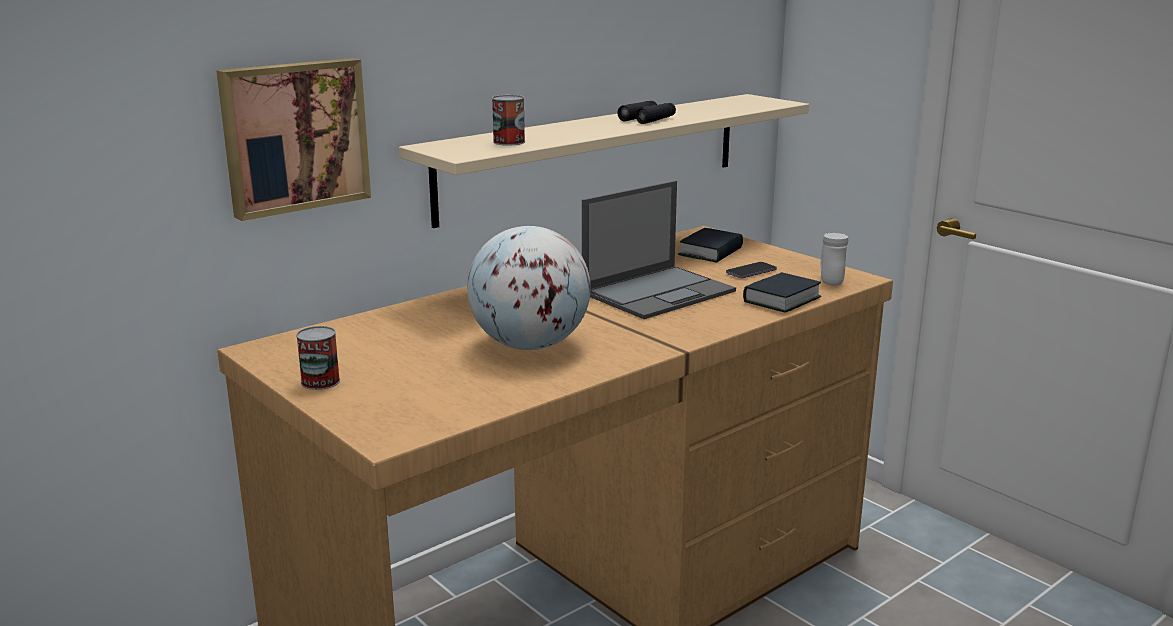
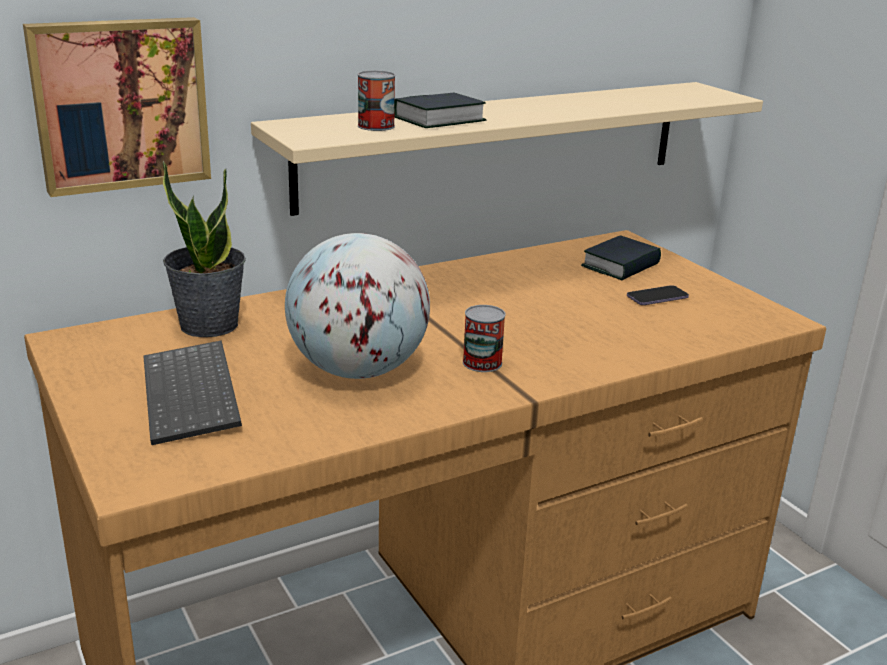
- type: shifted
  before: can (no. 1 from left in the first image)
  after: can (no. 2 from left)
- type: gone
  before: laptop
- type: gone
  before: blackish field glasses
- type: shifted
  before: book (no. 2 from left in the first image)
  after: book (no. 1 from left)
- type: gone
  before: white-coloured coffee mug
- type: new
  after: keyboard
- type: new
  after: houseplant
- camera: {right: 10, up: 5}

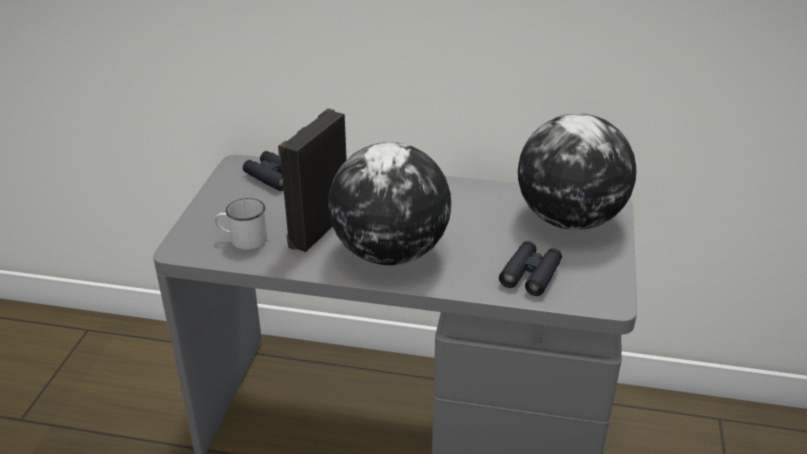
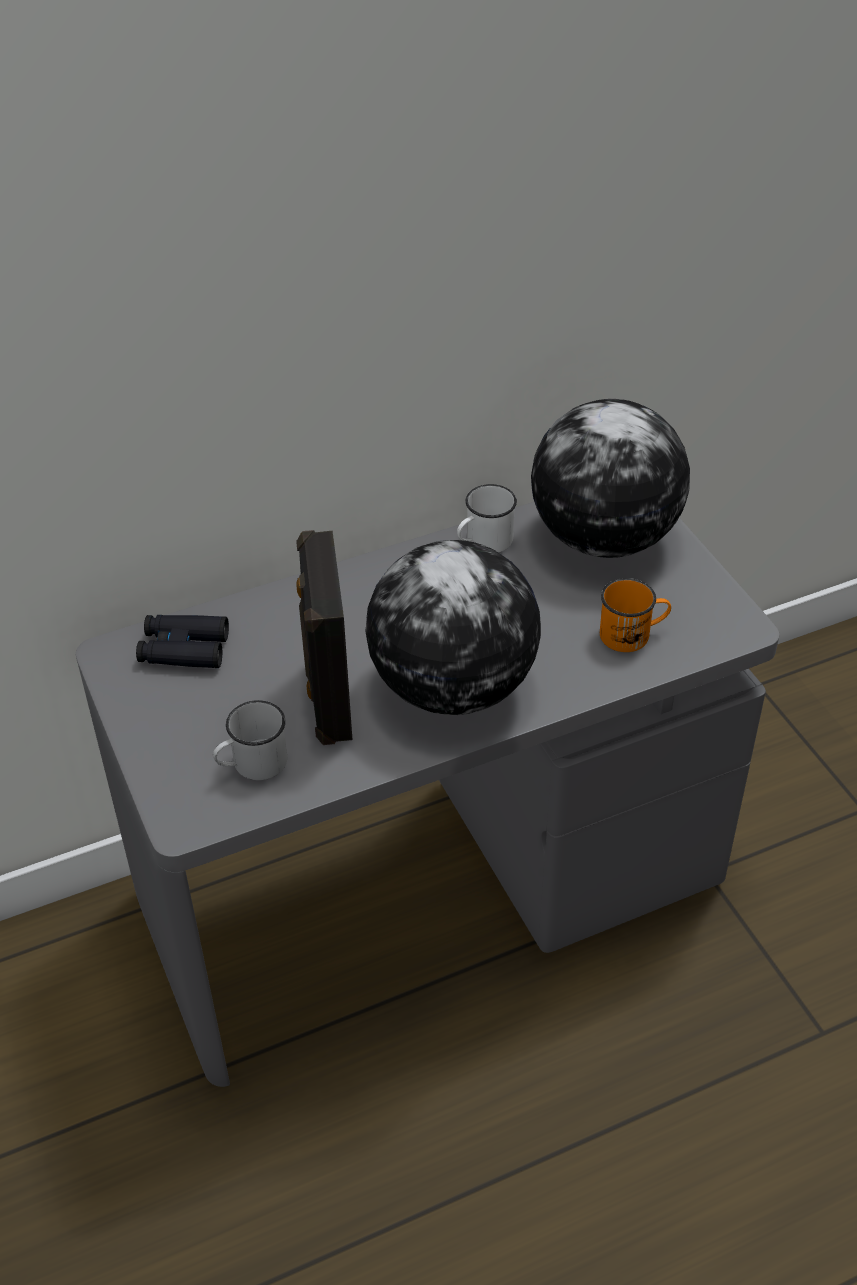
- type: swapped
  before: blackish field glasses (no. 2 from left)
  after: orange-coloured coffee mug
- type: new
  after: white-coloured coffee mug (no. 2 from left)
- camera: {right: -35, up: 10}

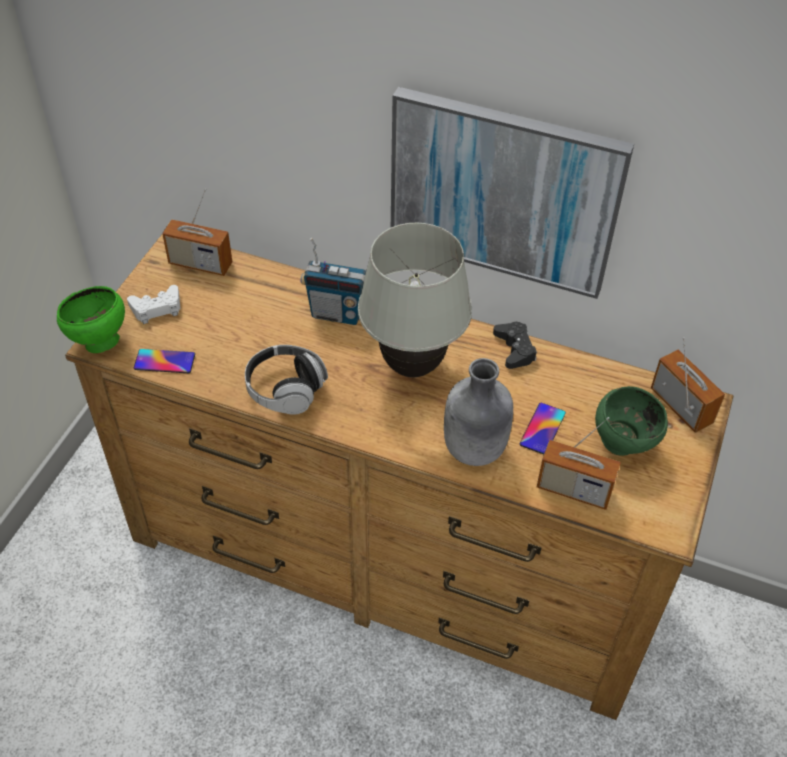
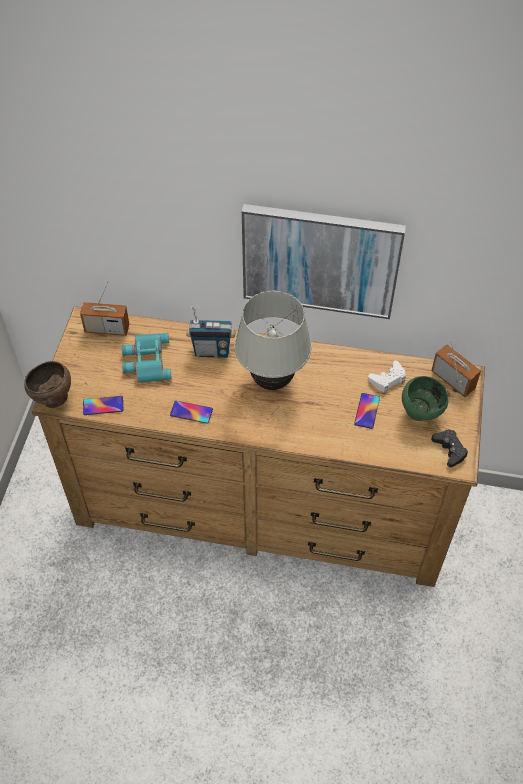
- type: repainted
  before: green-coloured deep dish (no. 1 from left)
  after: brown-coloured deep dish
- type: shifted
  before: white-coloured joypad
- type: swapped
  before: headphones
  after: phone (no. 2 from left)
- type: gone
  before: greyish bottle
- type: shifted
  before: blackish joypad
- type: gone
  before: radio receiver (no. 3 from left)
- type: new
  after: blue-green field glasses
- camera: {right: -10, up: 5}

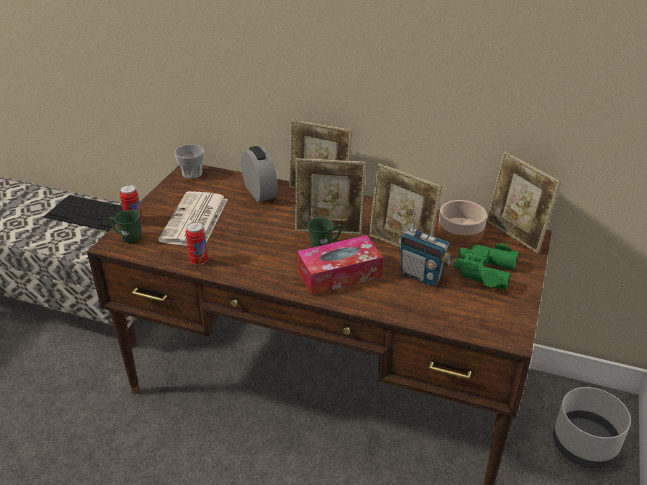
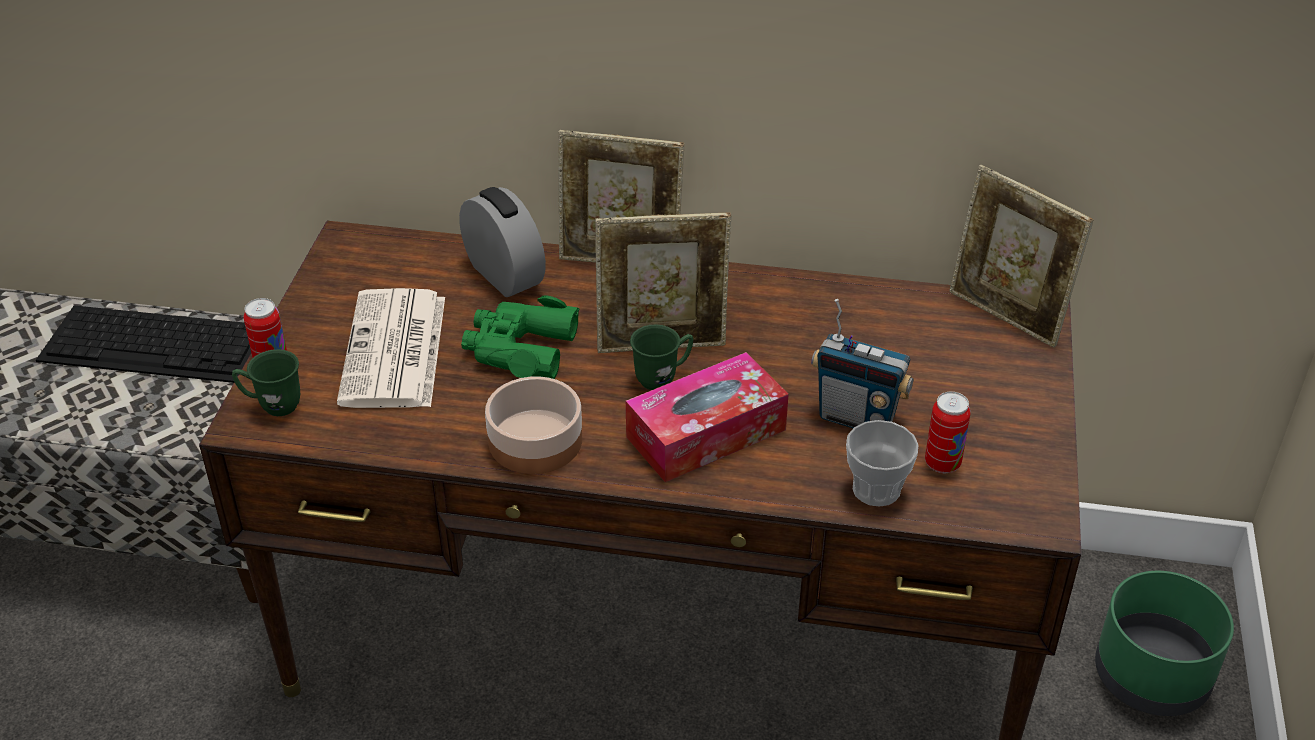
- type: shifted
  before: small cup
- type: shifted
  before: can (no. 2 from left)
- type: gone
  before: standing frame (no. 3 from left)
- type: shifted
  before: deep dish
- type: shifted
  before: green-coloured field glasses
- type: repainted
  before: greyish plant pot
  after: green-coloured plant pot
- camera: {right: -10, up: 5}

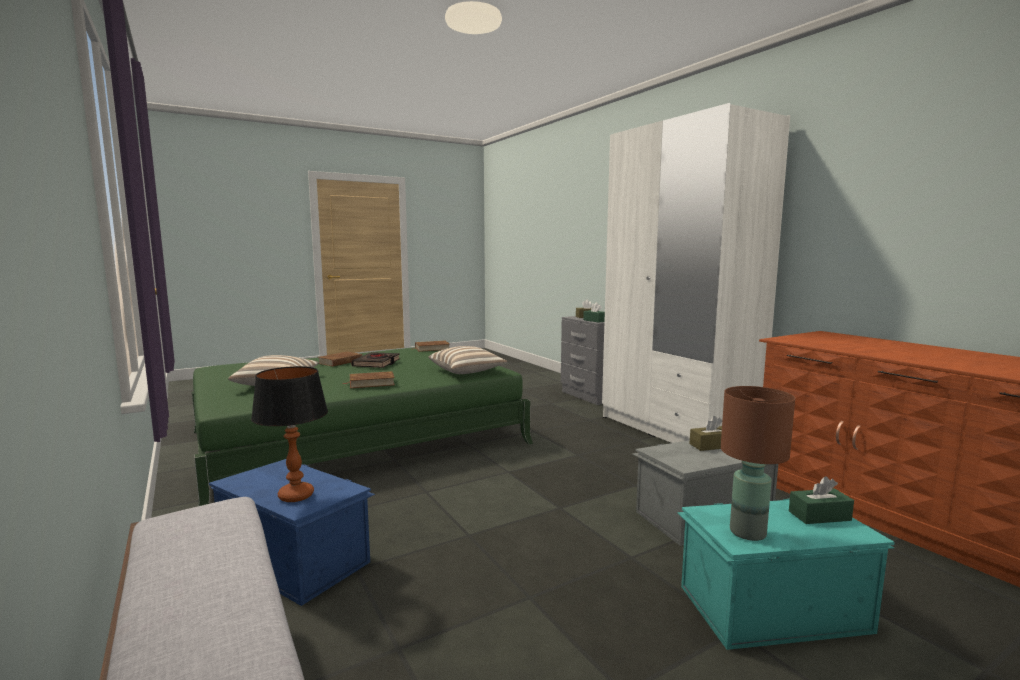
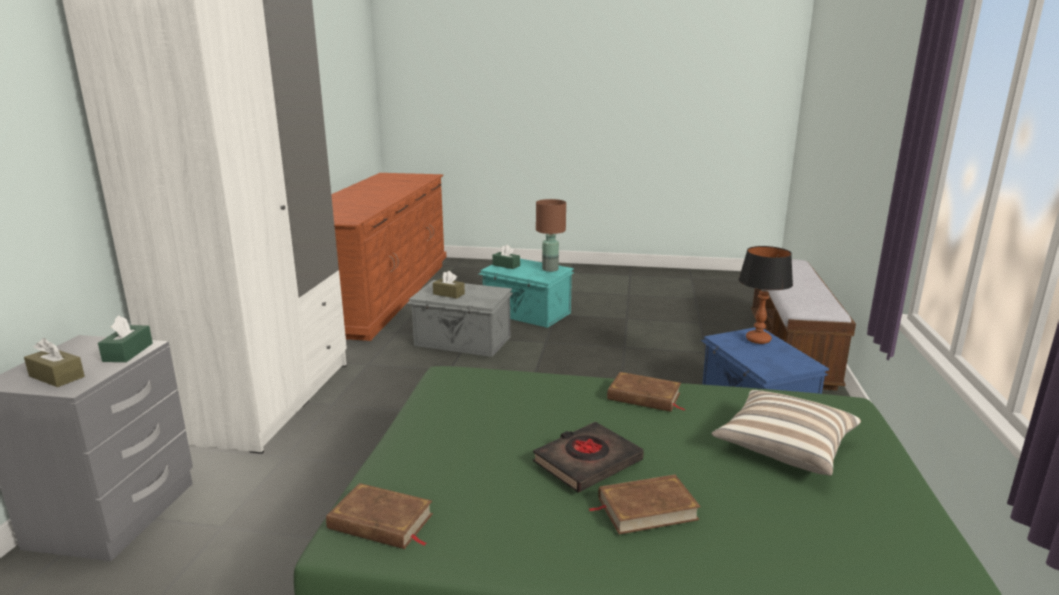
- type: gone
  before: pillow (no. 2 from left)
- camera: {right: -140, up: 10}

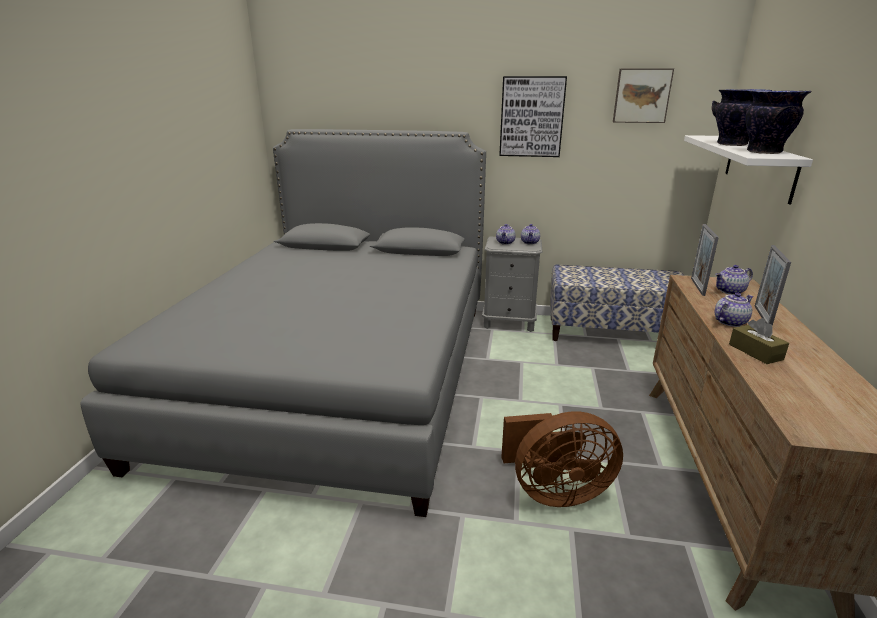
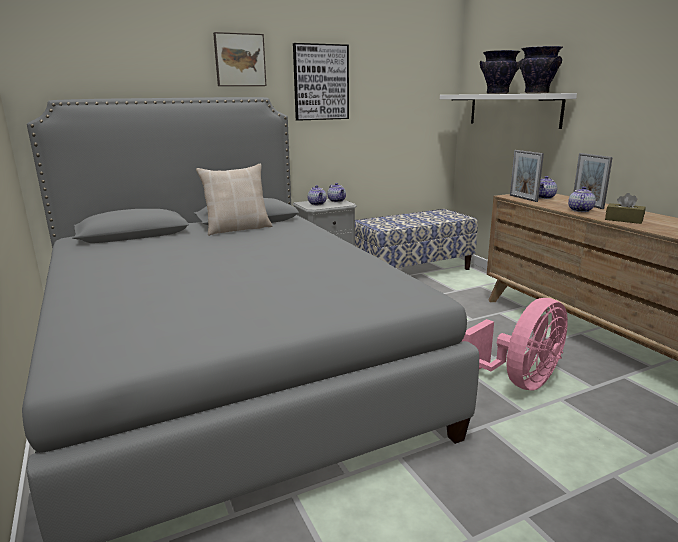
- type: repainted
  before: brown-coloured electric fan
  after: pinkish electric fan
- type: shifted
  before: wall picture (no. 2 from left in the first image)
  after: wall picture (no. 1 from left)
- type: new
  after: sand-coloured pillow
- camera: {right: -35, up: -5}

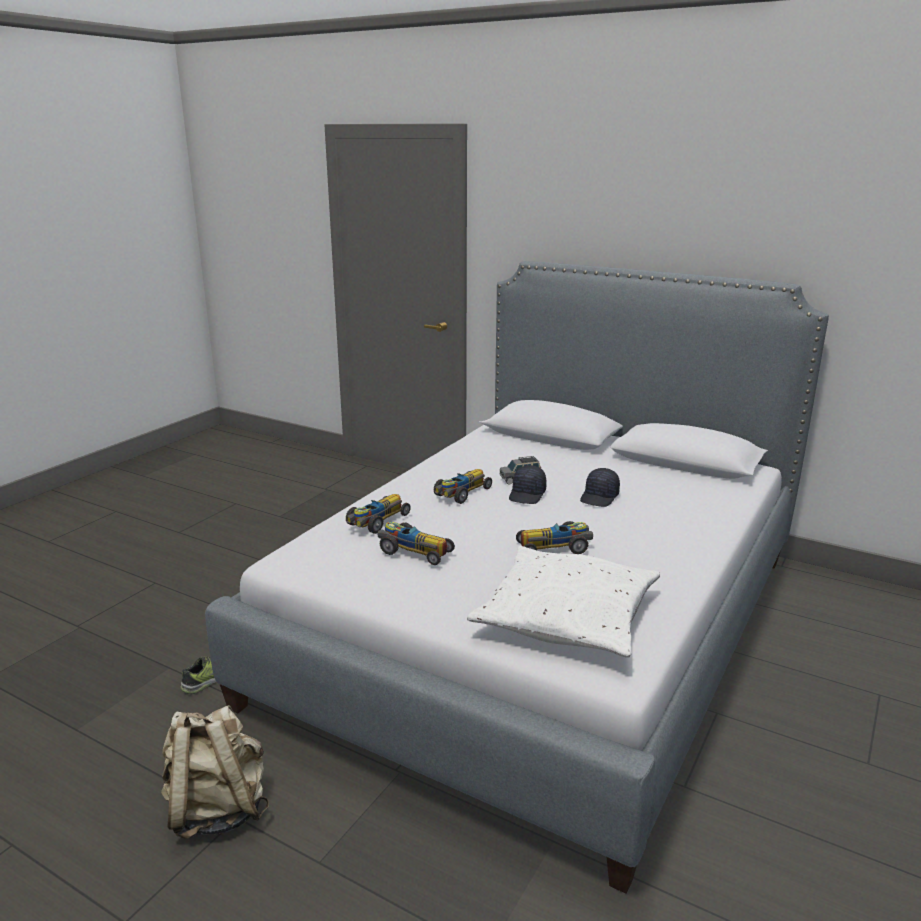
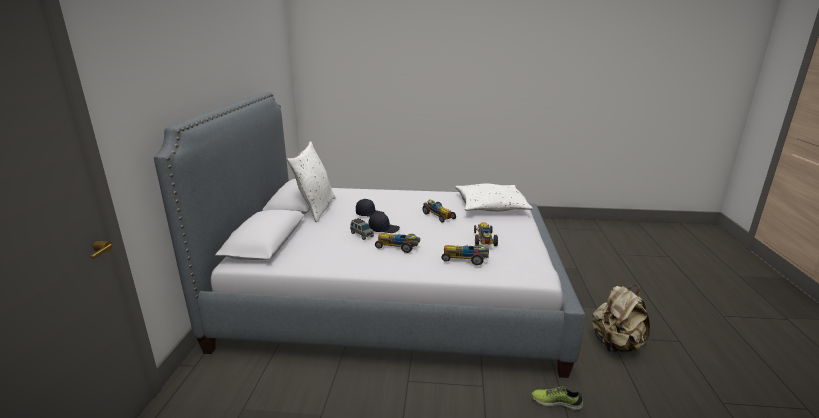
- type: new
  after: white-coloured pillow (no. 1 from left)
- camera: {right: -115, up: 0}

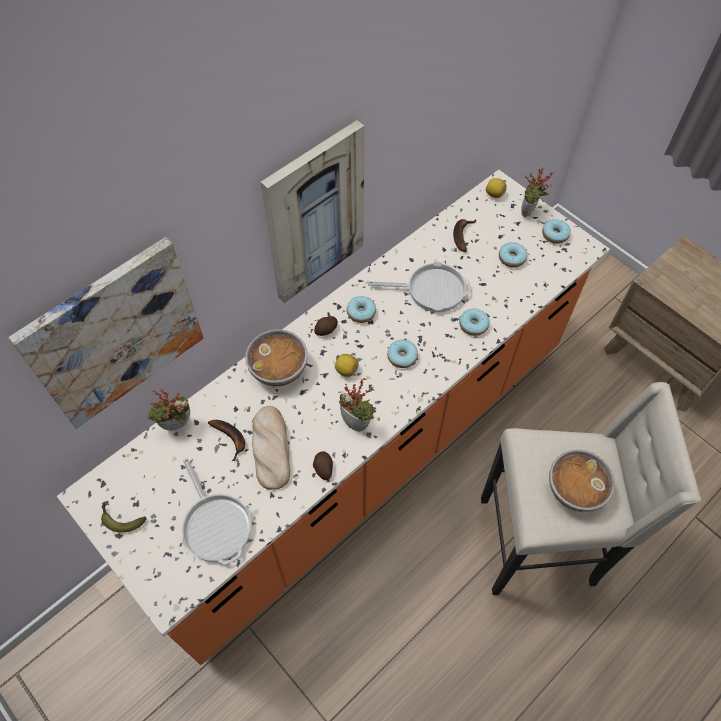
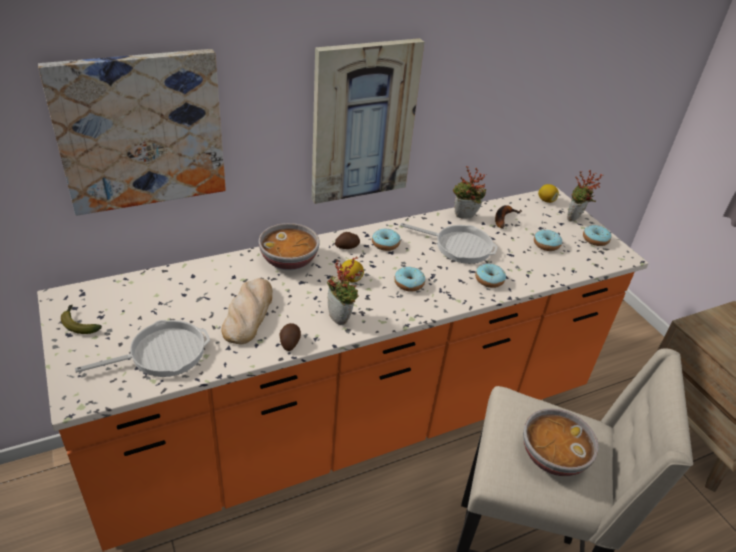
- type: shifted
  before: houseplant (no. 1 from left in the first image)
  after: houseplant (no. 2 from left)
- type: rotated
  before: pan (no. 1 from left)
  turn: -105
- type: gone
  before: banana fruit (no. 2 from left)
- camera: {right: 15, up: -20}

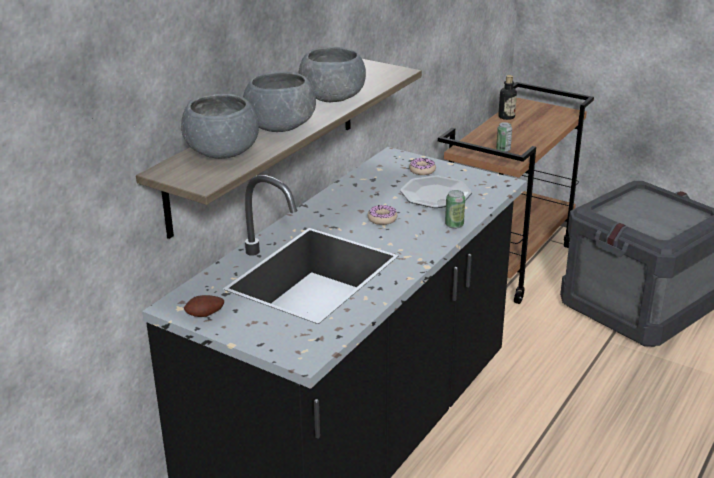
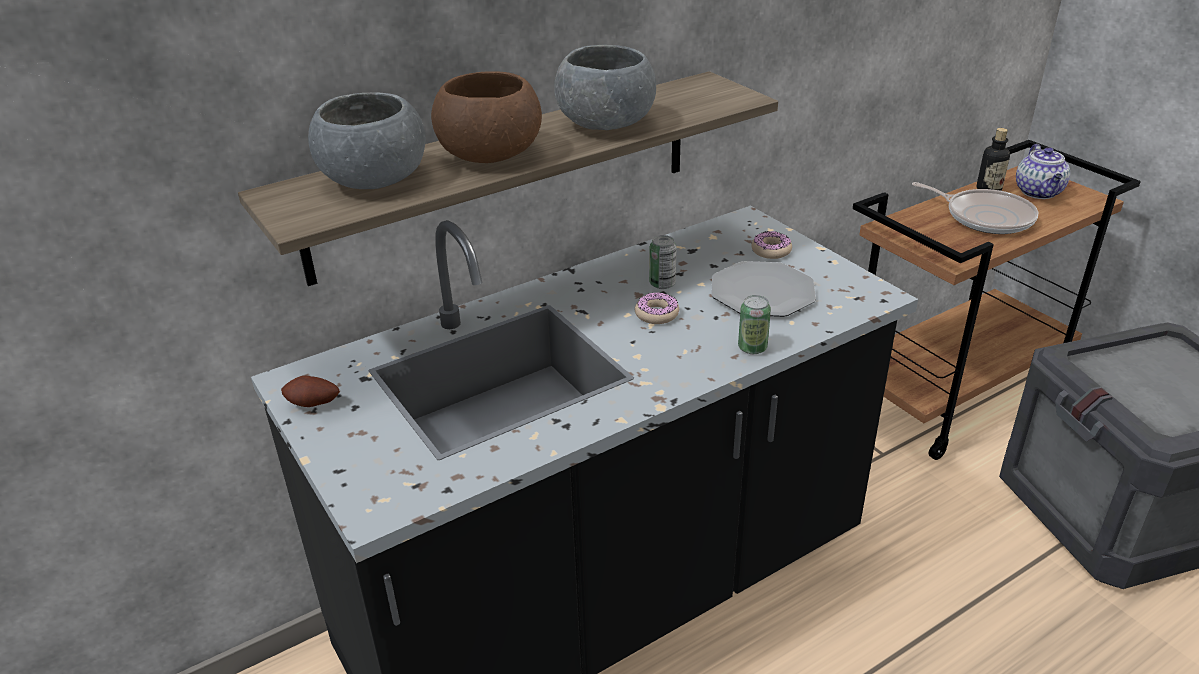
- type: repainted
  before: greyish deep dish (no. 2 from left)
  after: brown-coloured deep dish
- type: shifted
  before: can (no. 2 from left in the first image)
  after: can (no. 1 from left)
- type: new
  after: pan
- type: new
  after: tea pot
- camera: {right: 25, up: 5}

